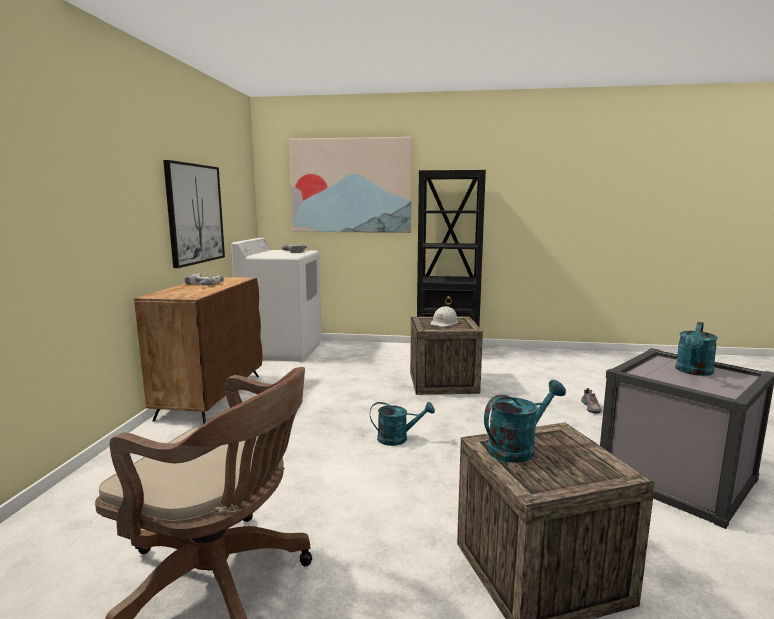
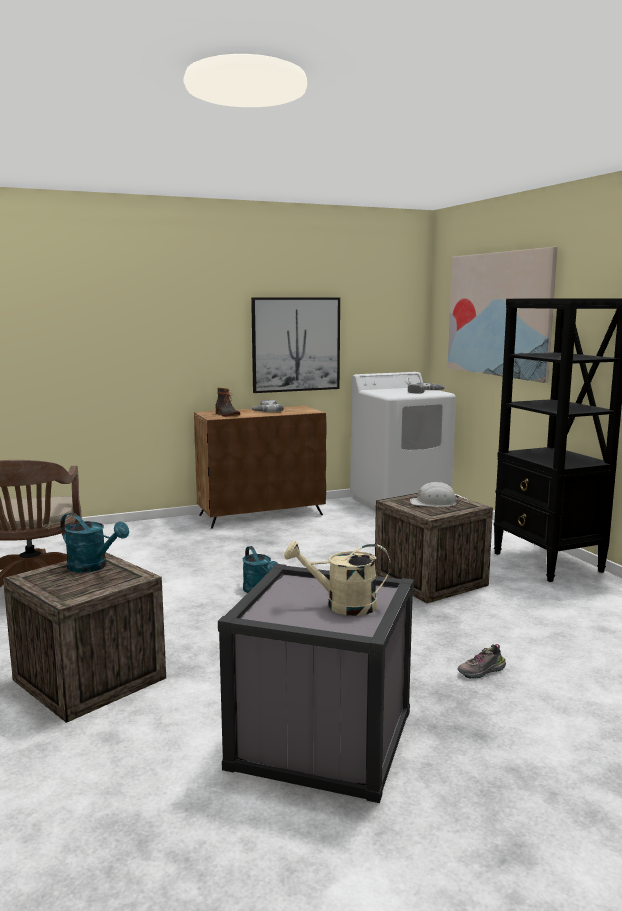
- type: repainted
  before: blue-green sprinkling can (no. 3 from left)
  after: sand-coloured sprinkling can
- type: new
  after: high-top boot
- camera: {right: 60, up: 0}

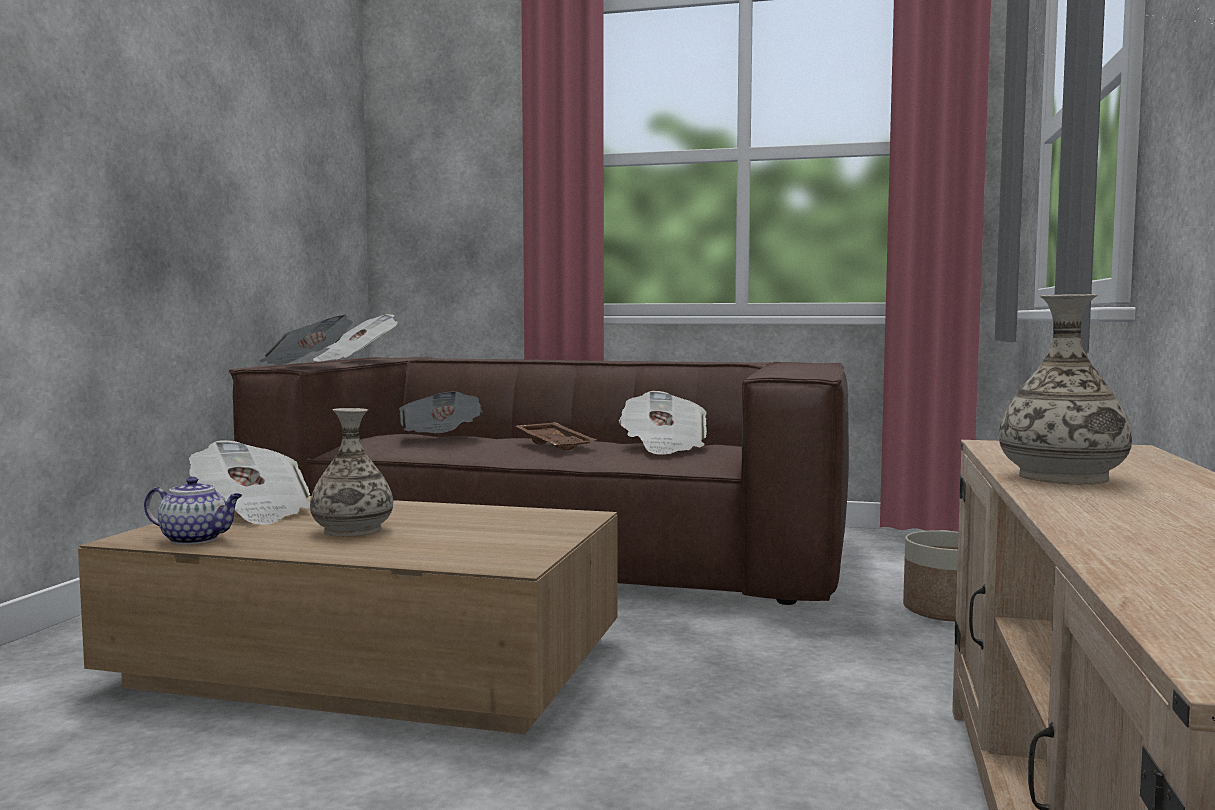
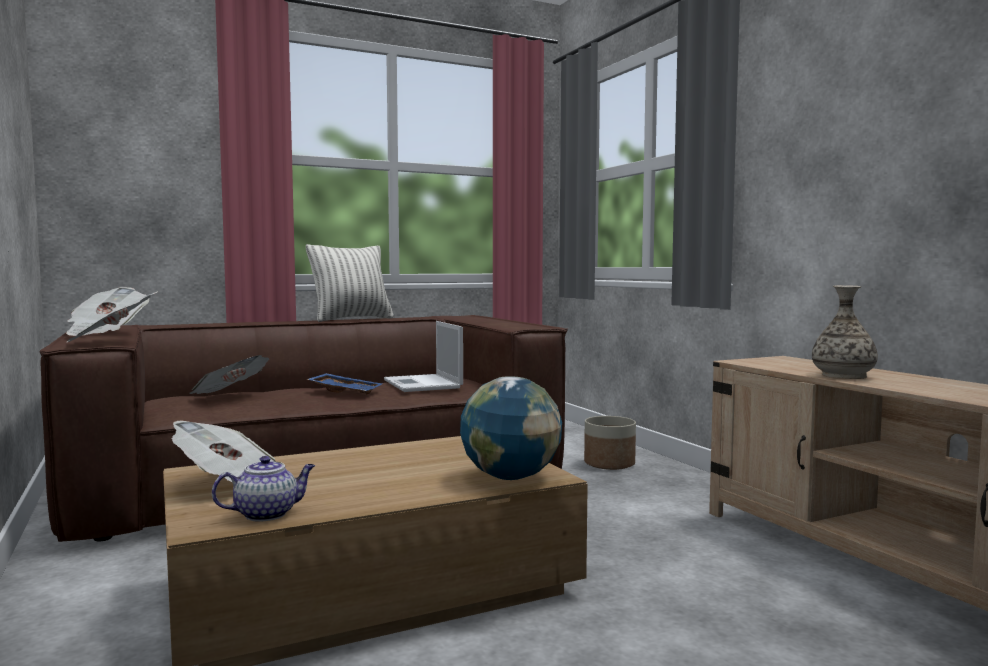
- type: gone
  before: decorative vase (no. 1 from left)
- type: repainted
  before: brown-coloured tray
  after: bluish tray
- type: swapped
  before: daily paper (no. 5 from left)
  after: laptop
- type: new
  after: pillow
- type: new
  after: desk globe
- camera: {right: -40, up: 0}

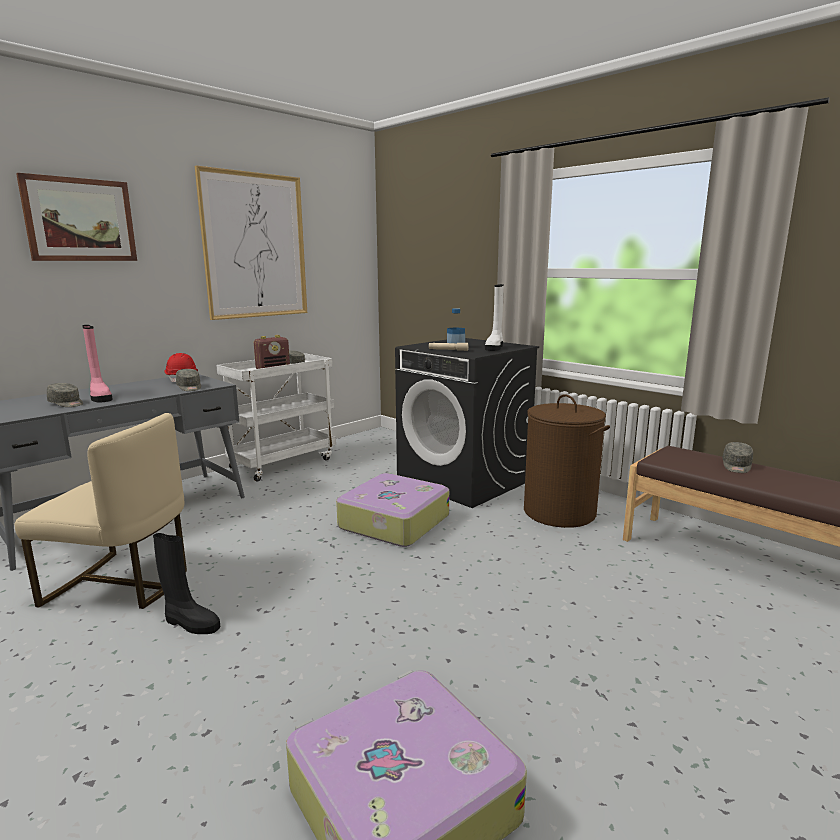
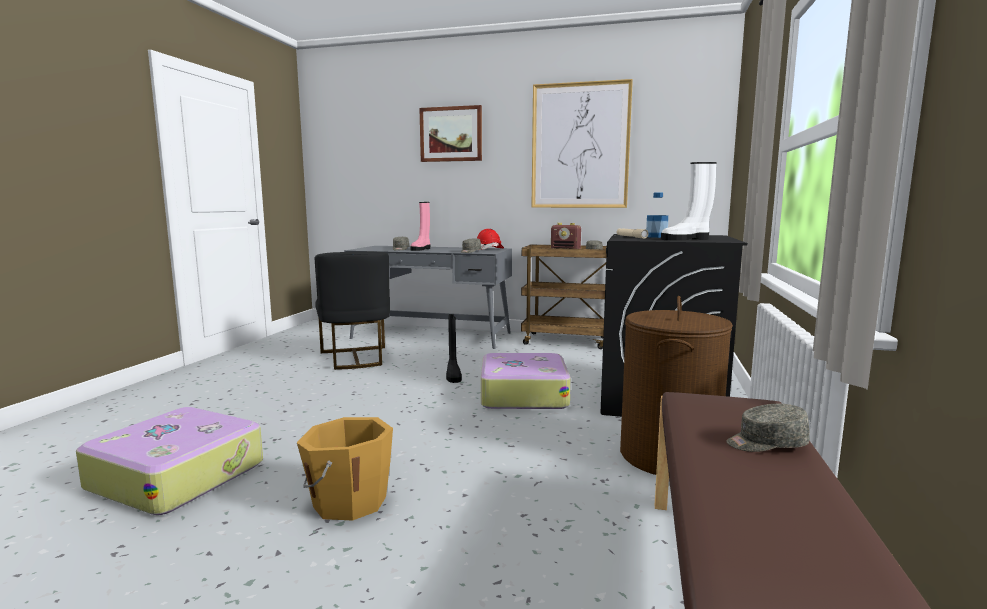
- type: repainted
  before: sand-coloured upright chair
  after: blackish upright chair
- type: shifted
  before: blackish high-top boot
- type: repainted
  before: white-coloured wheeled cart
  after: brown-coloured wheeled cart
- type: new
  after: orange-coloured water bucket
- camera: {right: 60, up: -5}

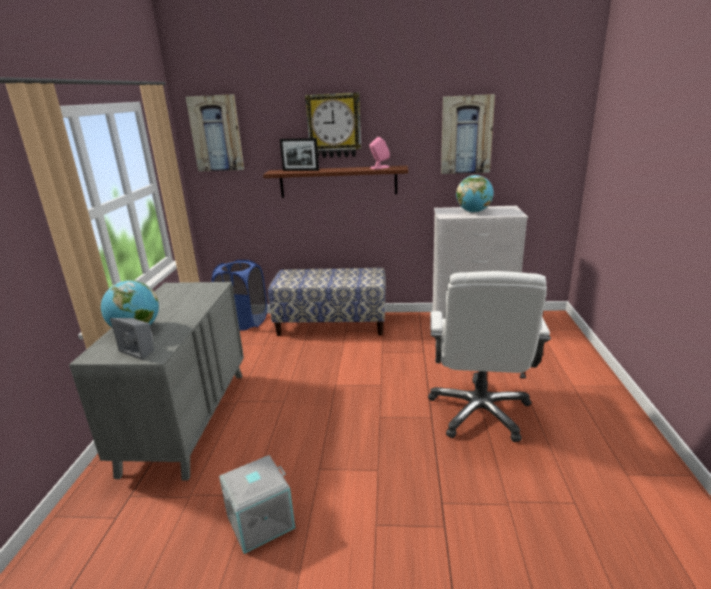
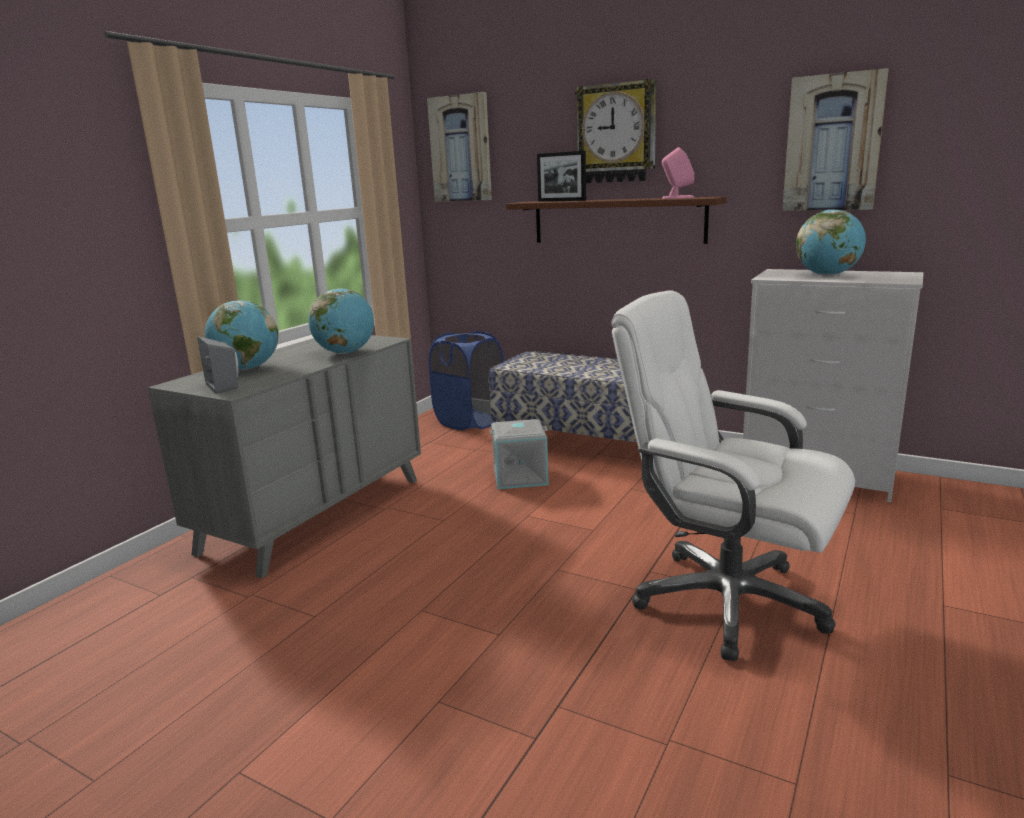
- type: shifted
  before: greyish storage container
- type: rotated
  before: white-coloured office chair
  turn: 90
- type: new
  after: desk globe (no. 2 from left)
- camera: {right: 25, up: -5}

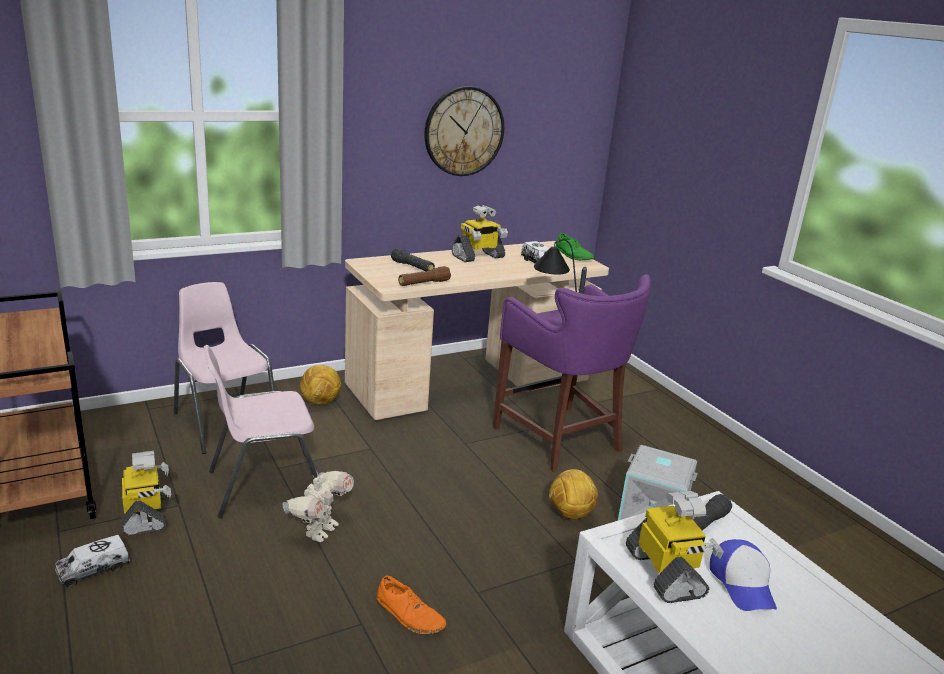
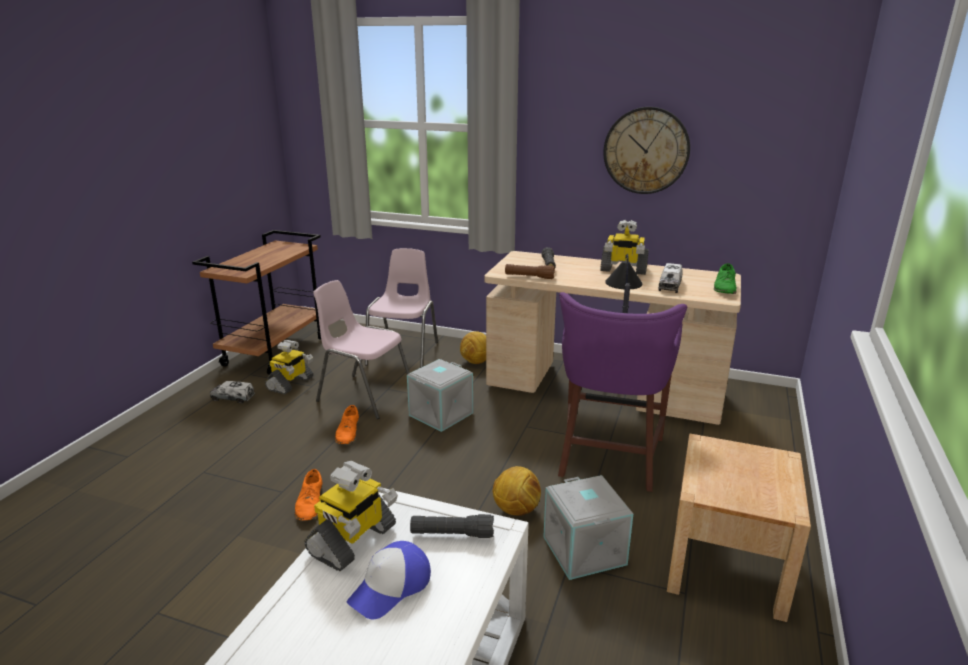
- type: swapped
  before: model robot (no. 2 from left)
  after: orange-coloured shoe (no. 2 from left)
- type: new
  after: greyish storage container (no. 1 from left)
- type: new
  after: sand-coloured bedside table
- camera: {right: 50, up: 0}

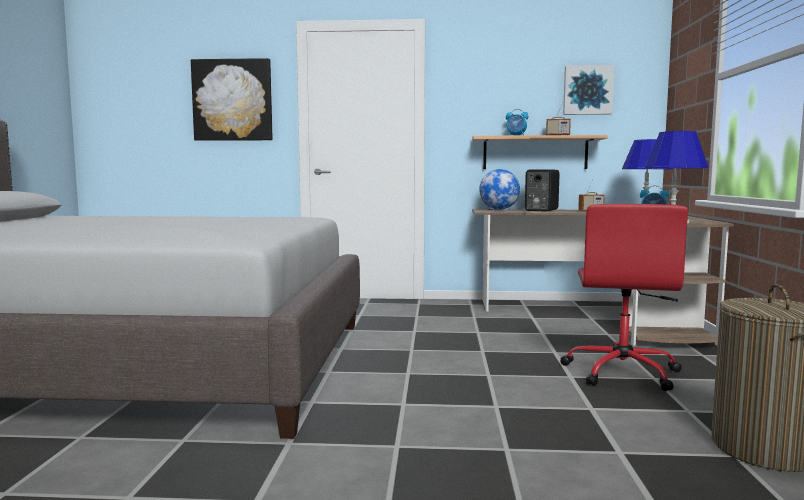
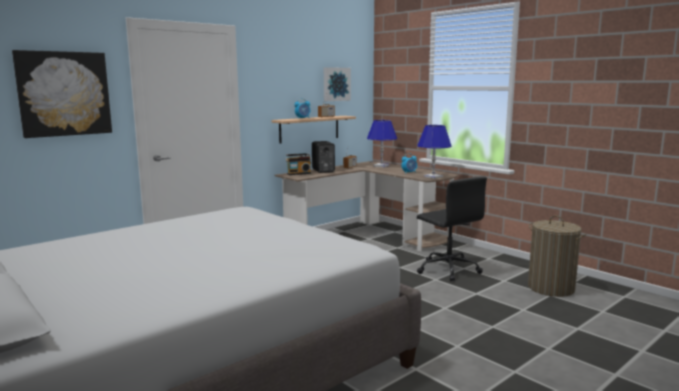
- type: swapped
  before: desk globe
  after: radio receiver (no. 1 from left)
- type: repainted
  before: red office chair
  after: blackish office chair
- camera: {right: -45, up: 5}

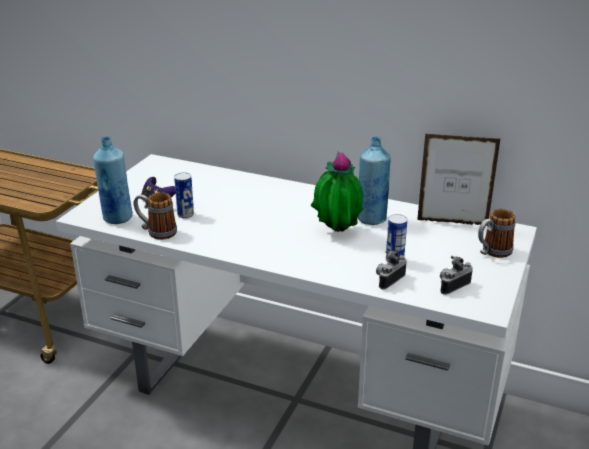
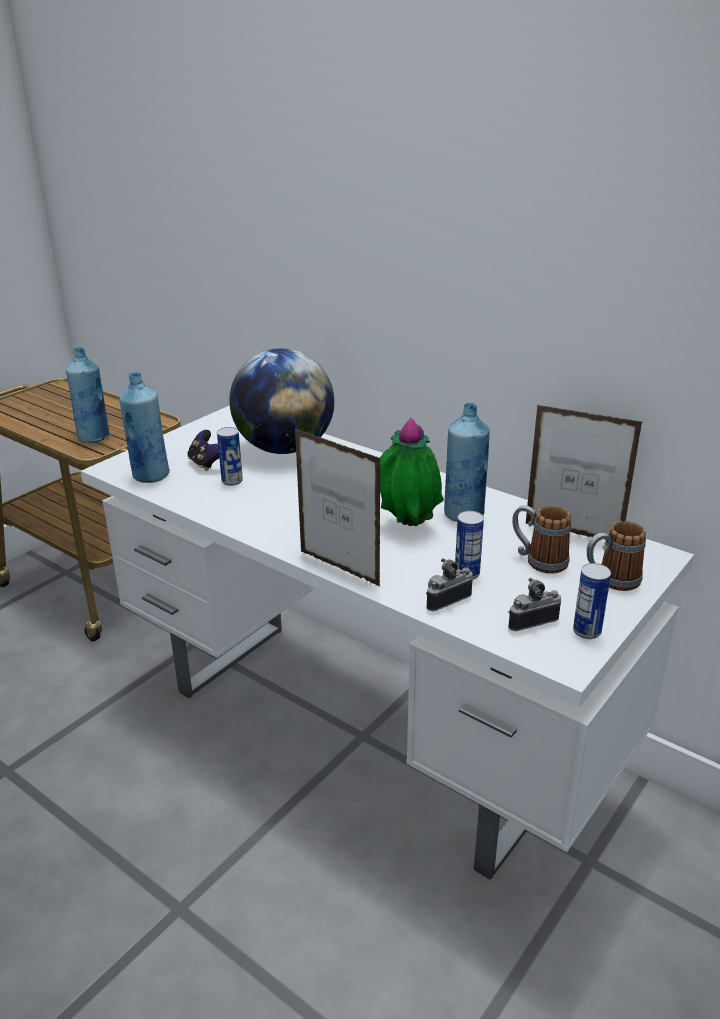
- type: shifted
  before: coffee mug (no. 1 from left)
- type: new
  after: bluish bottle (no. 1 from left)
- type: new
  after: desk globe
- type: new
  after: standing frame (no. 1 from left)
- type: new
  after: can (no. 3 from left)
- camera: {right: 15, up: 0}

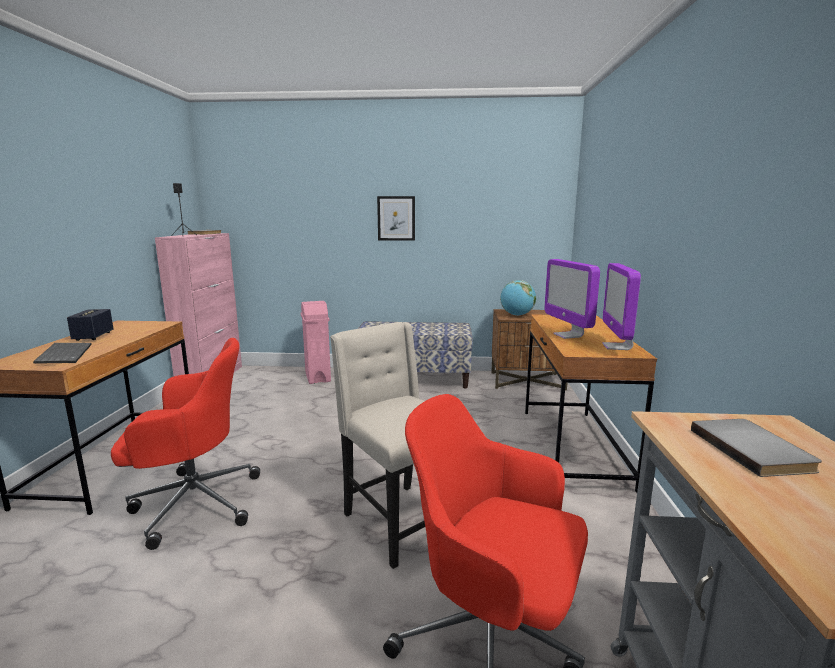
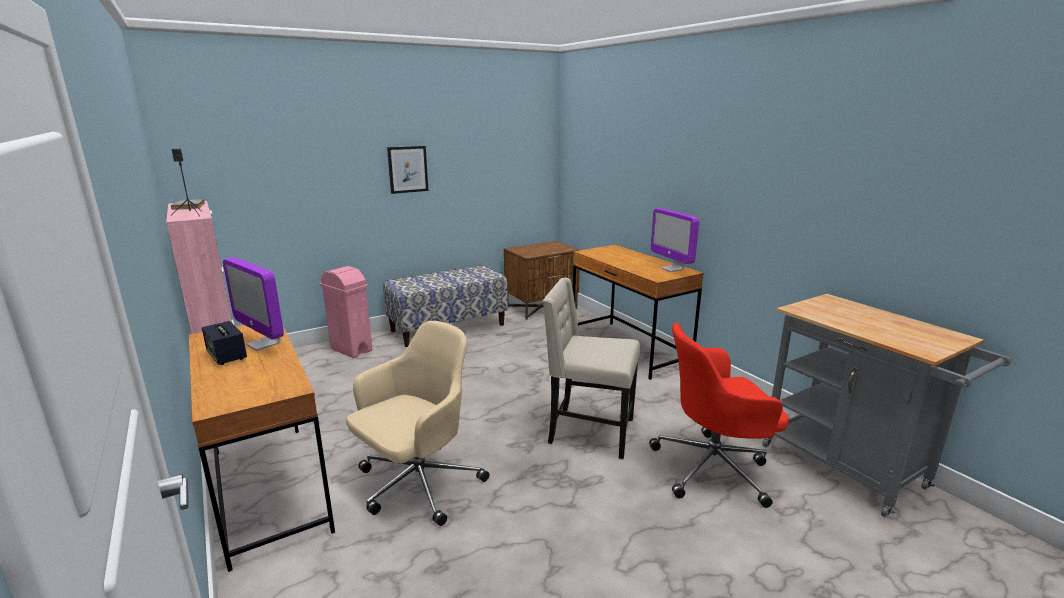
- type: gone
  before: keyboard
- type: repainted
  before: red office chair (no. 1 from left)
  after: sand-coloured office chair
- type: gone
  before: desk globe
- type: shifted
  before: monitor (no. 1 from left)
- type: gone
  before: greyish book (no. 2 from left)
- camera: {right: -35, up: 5}

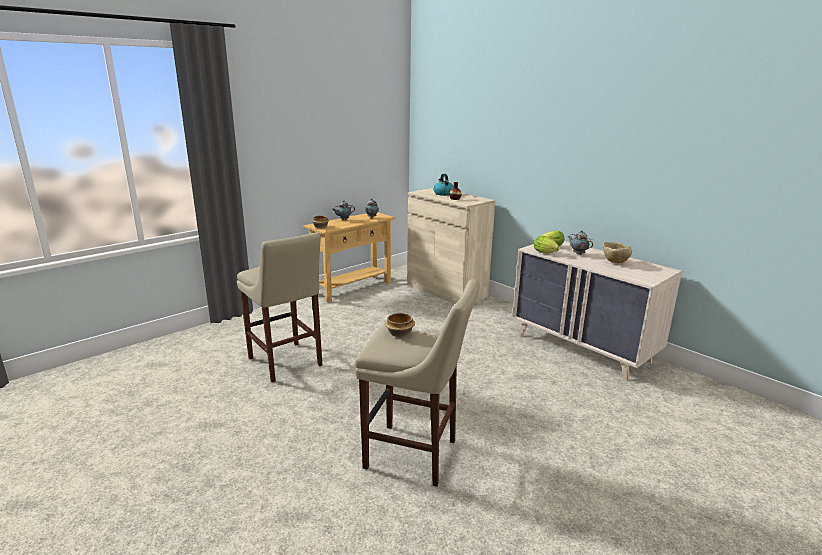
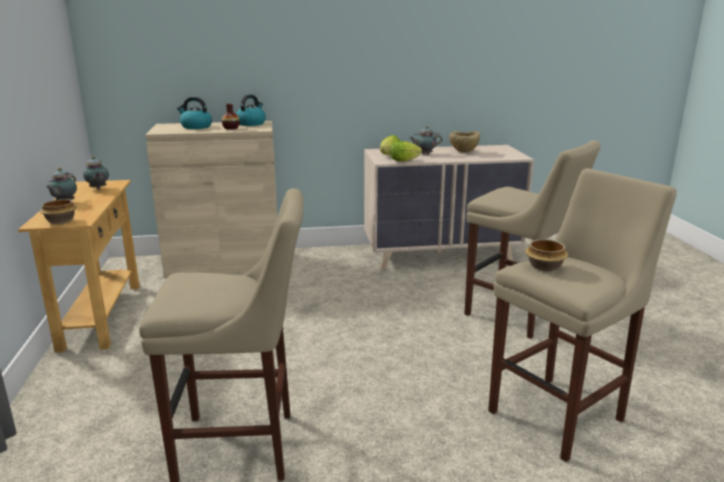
- type: new
  after: kettle (no. 2 from left)
- type: new
  after: sand-coloured sitting stool (no. 2 from left)
- camera: {right: -55, up: 0}

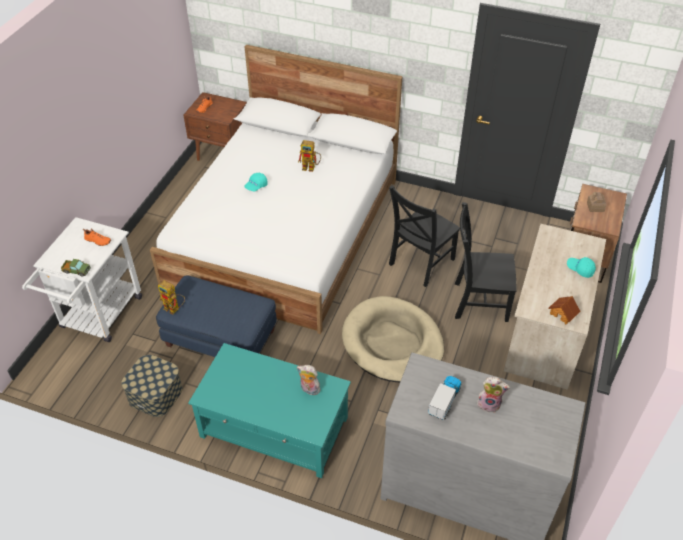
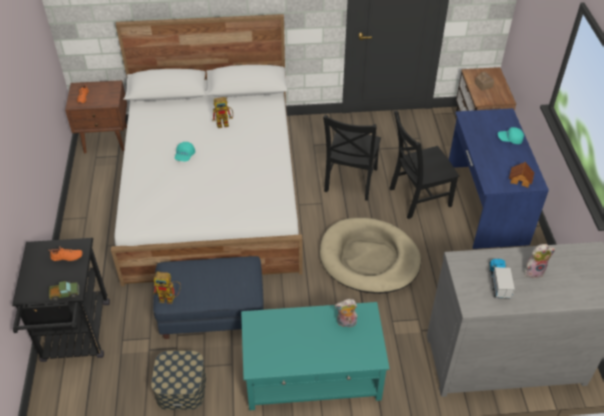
- type: repainted
  before: white-coloured wheeled cart
  after: blackish wheeled cart
- type: repainted
  before: sand-coloured desk table
  after: bluish desk table
- camera: {right: -25, up: 0}

